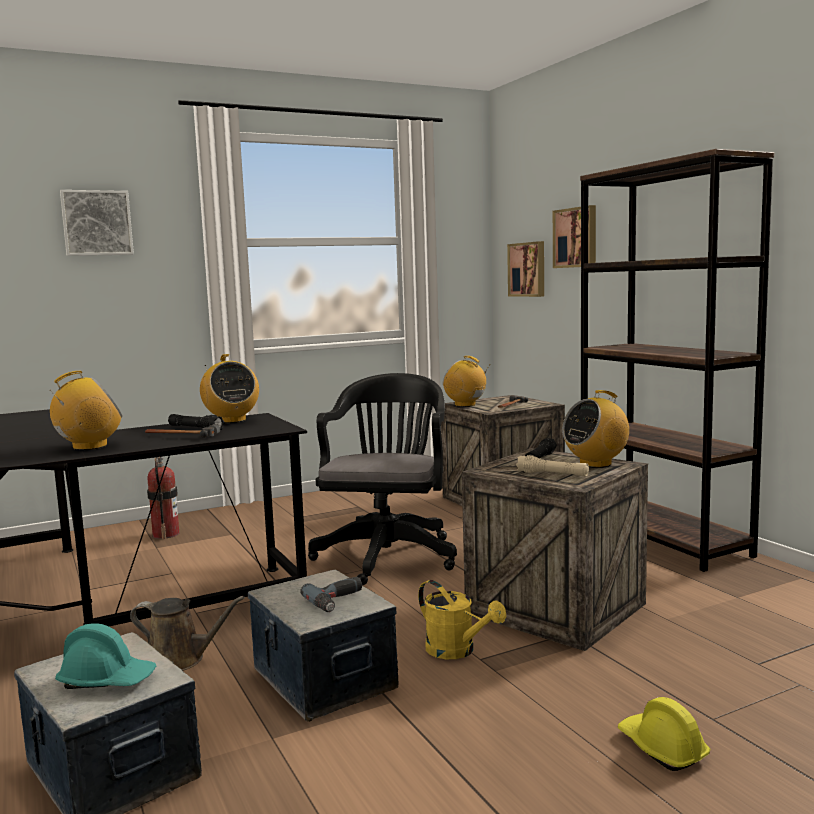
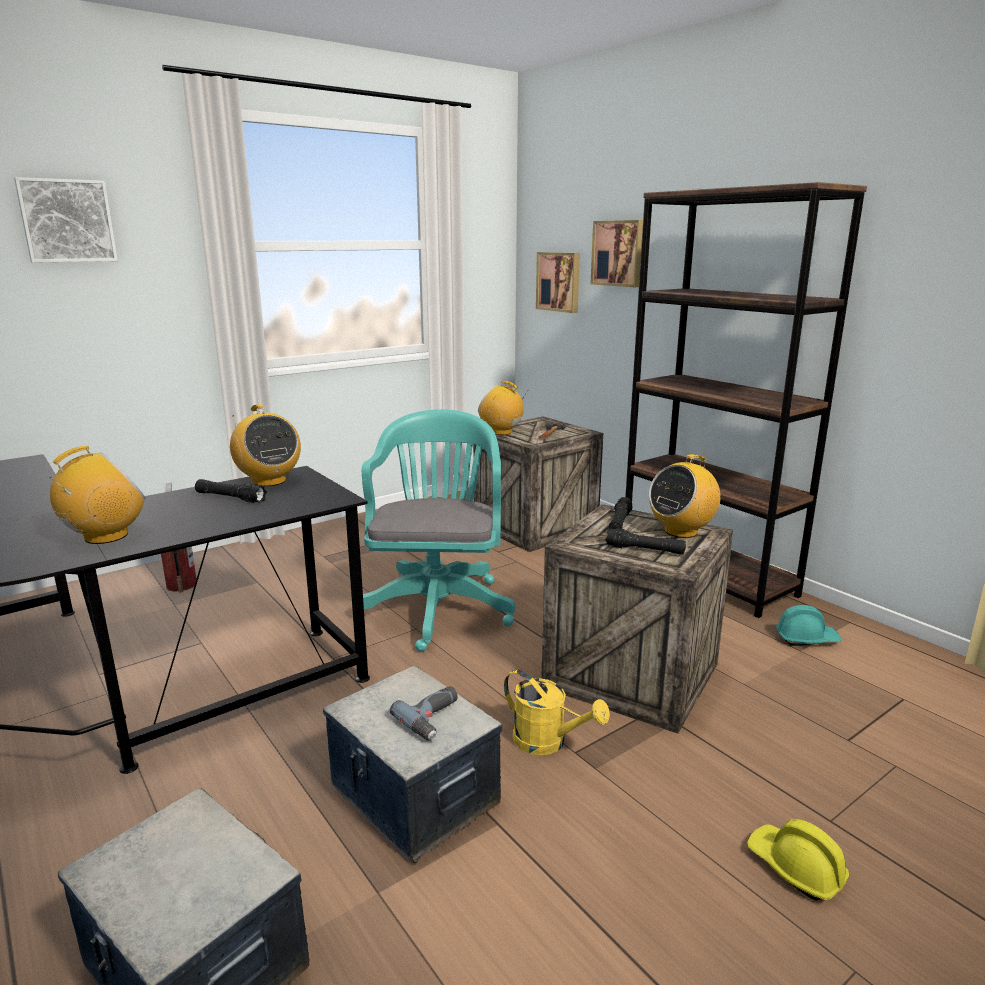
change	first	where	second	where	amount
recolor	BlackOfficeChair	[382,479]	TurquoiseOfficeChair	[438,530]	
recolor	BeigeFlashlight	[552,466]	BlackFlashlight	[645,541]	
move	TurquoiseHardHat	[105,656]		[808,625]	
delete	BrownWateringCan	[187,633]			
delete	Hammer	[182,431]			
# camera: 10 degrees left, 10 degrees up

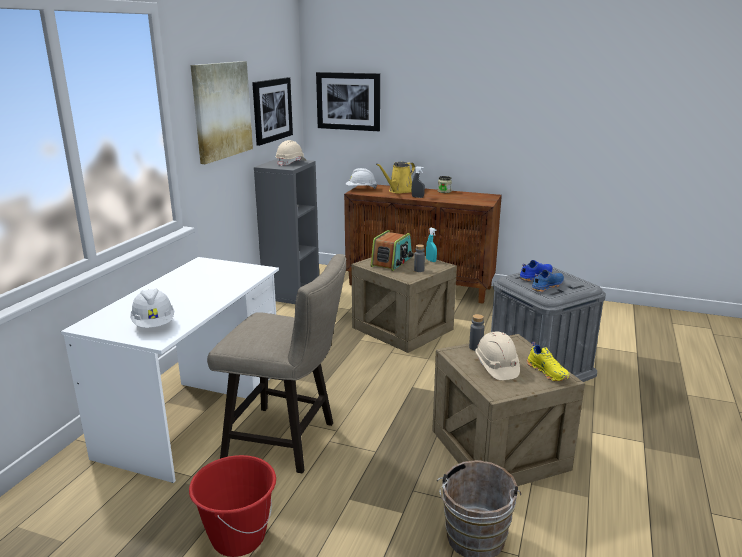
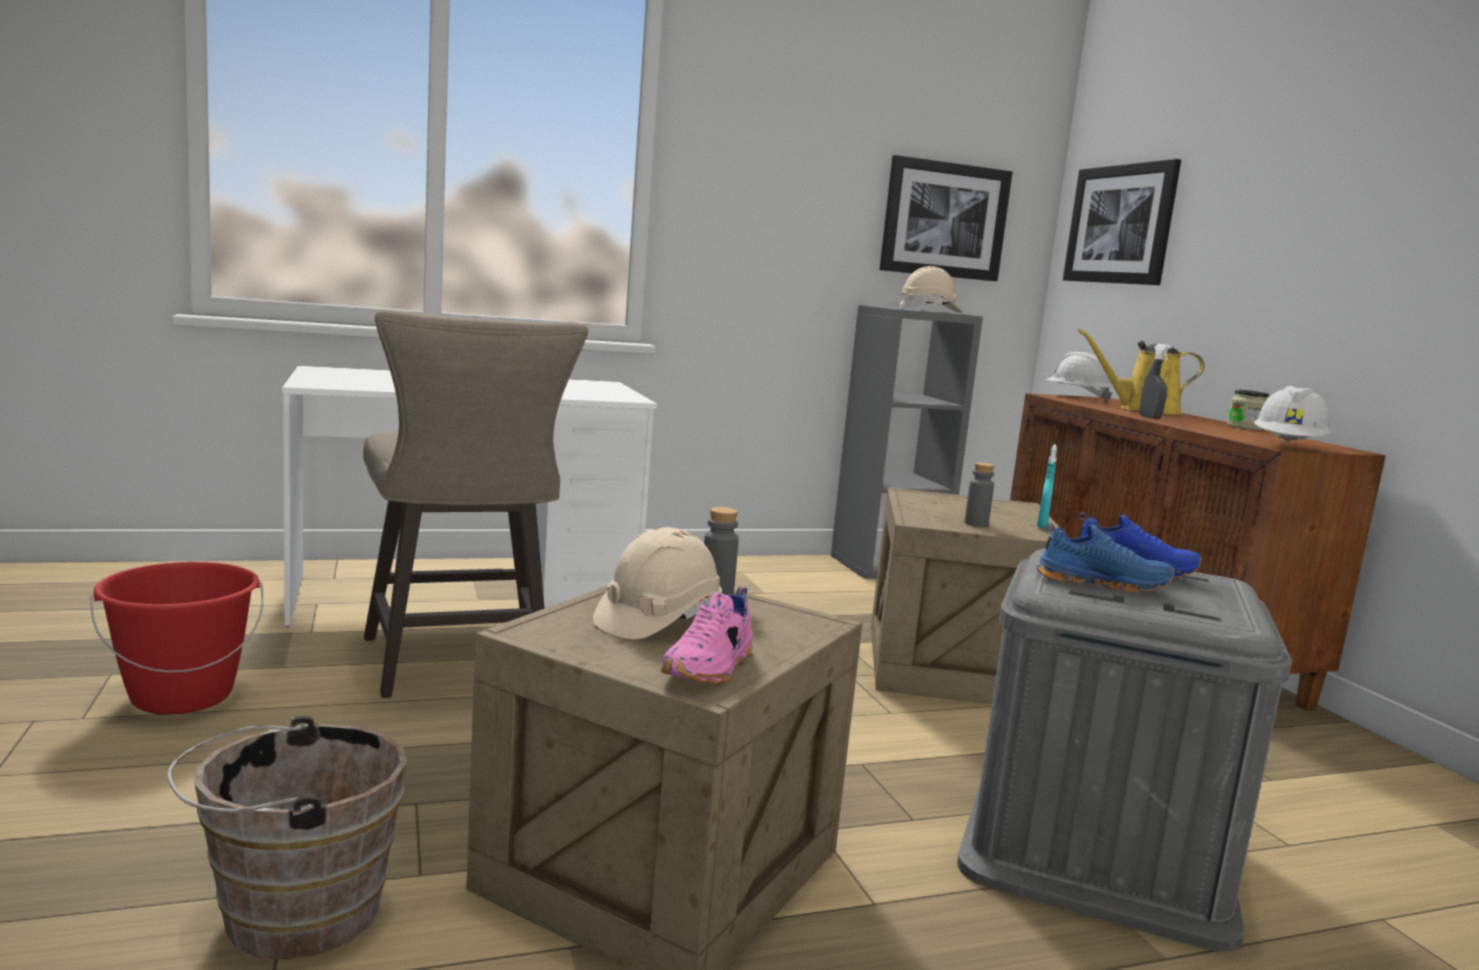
change	first	where	second	where	amount
recolor	YellowShoe	[548,361]	PinkShoe	[707,635]	
move	WhiteHardHat	[152,308]		[1292,414]	
delete	Picture	[221,112]			
delete	Radio	[392,250]			
# camera: 50 degrees right, 10 degrees down

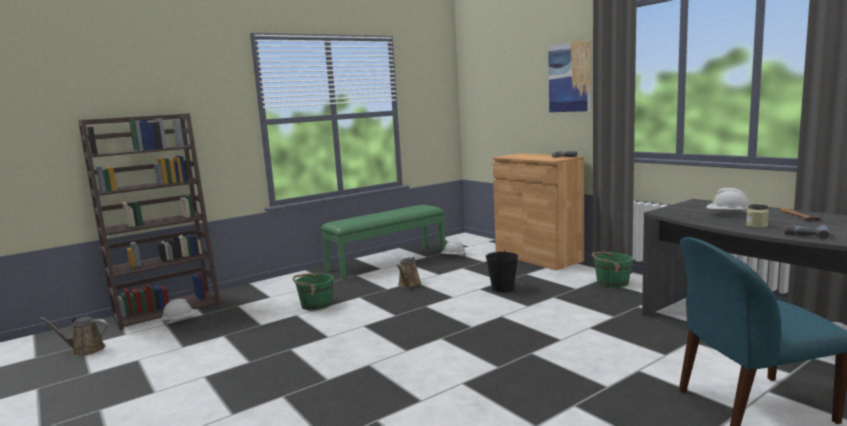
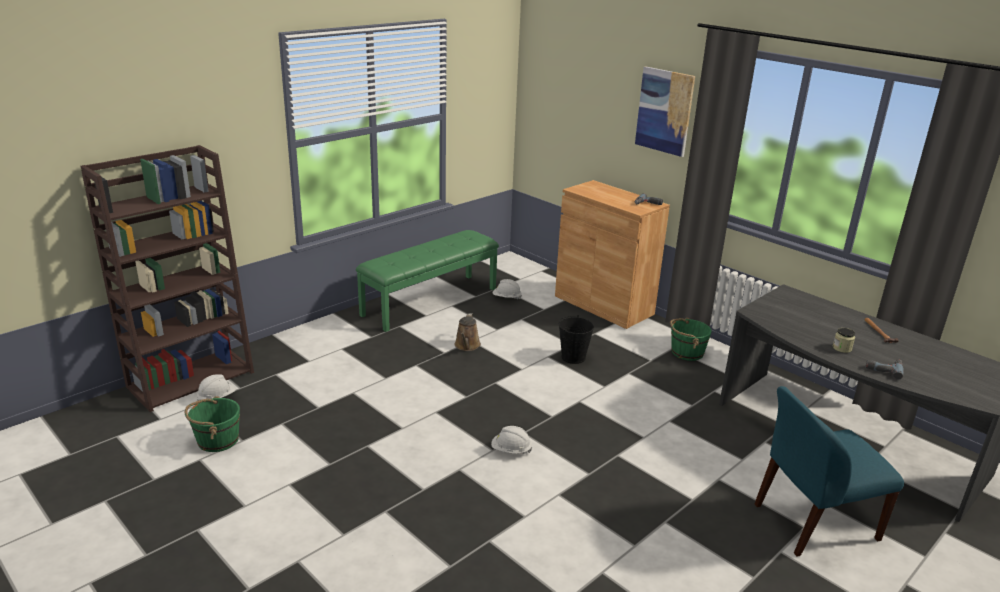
change	first	where	second	where	amount
move	GreenBucket	[313,291]		[212,424]	
move	WhiteHardHat	[728,200]		[511,440]	
delete	BrownWateringCan	[74,336]			
# camera: 10 degrees left, 15 degrees up

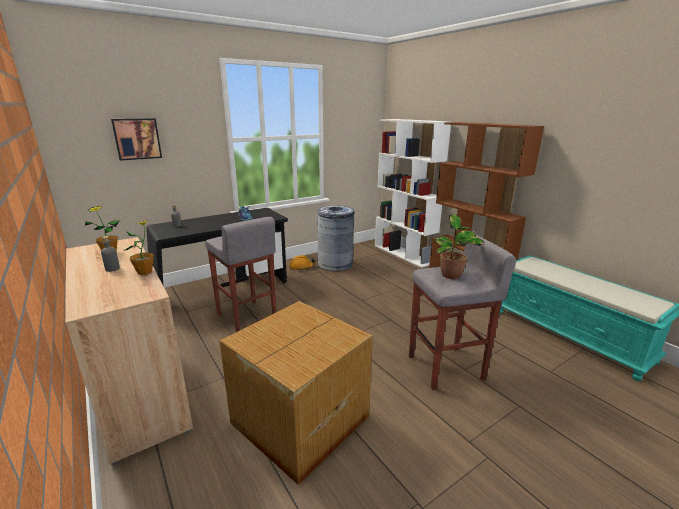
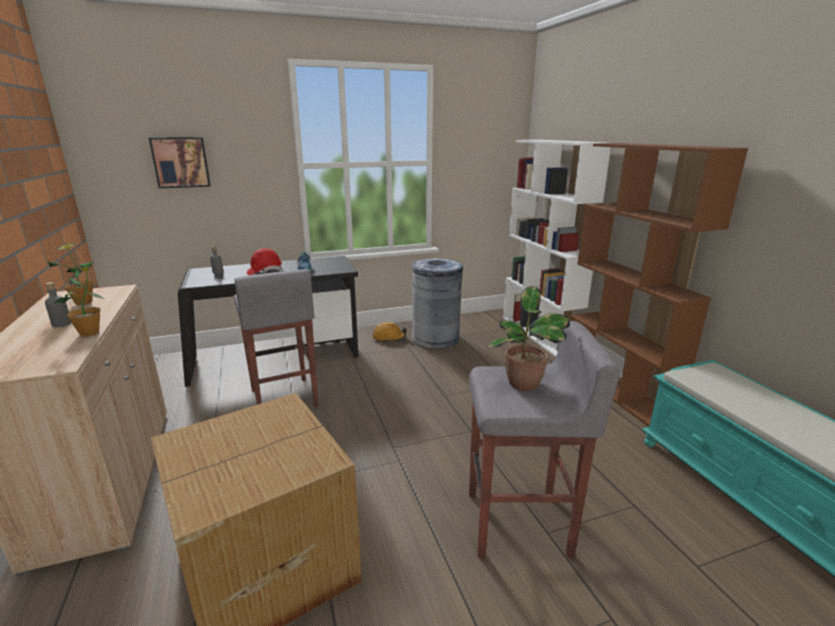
change	first	where	second	where	amount
insert			RedHardHat	[264,261]	
# camera: 15 degrees right, 0 degrees up

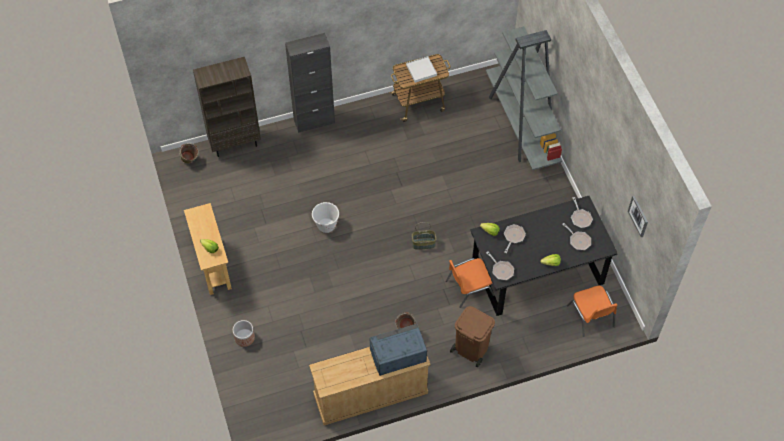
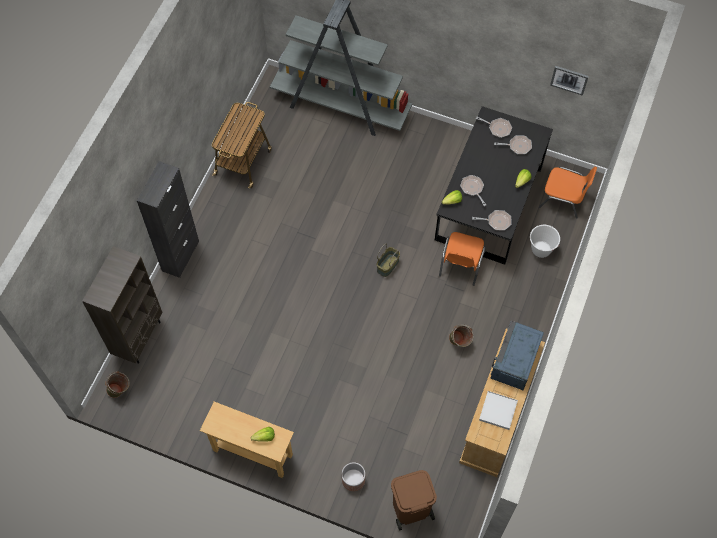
change	first	where	second	where	amount
move	BrownTrashCan	[472,336]		[414,500]	
move	WhiteTray	[421,69]		[498,410]	
move	WhiteBucket	[325,217]		[545,241]	
# camera: 50 degrees left, 5 degrees up

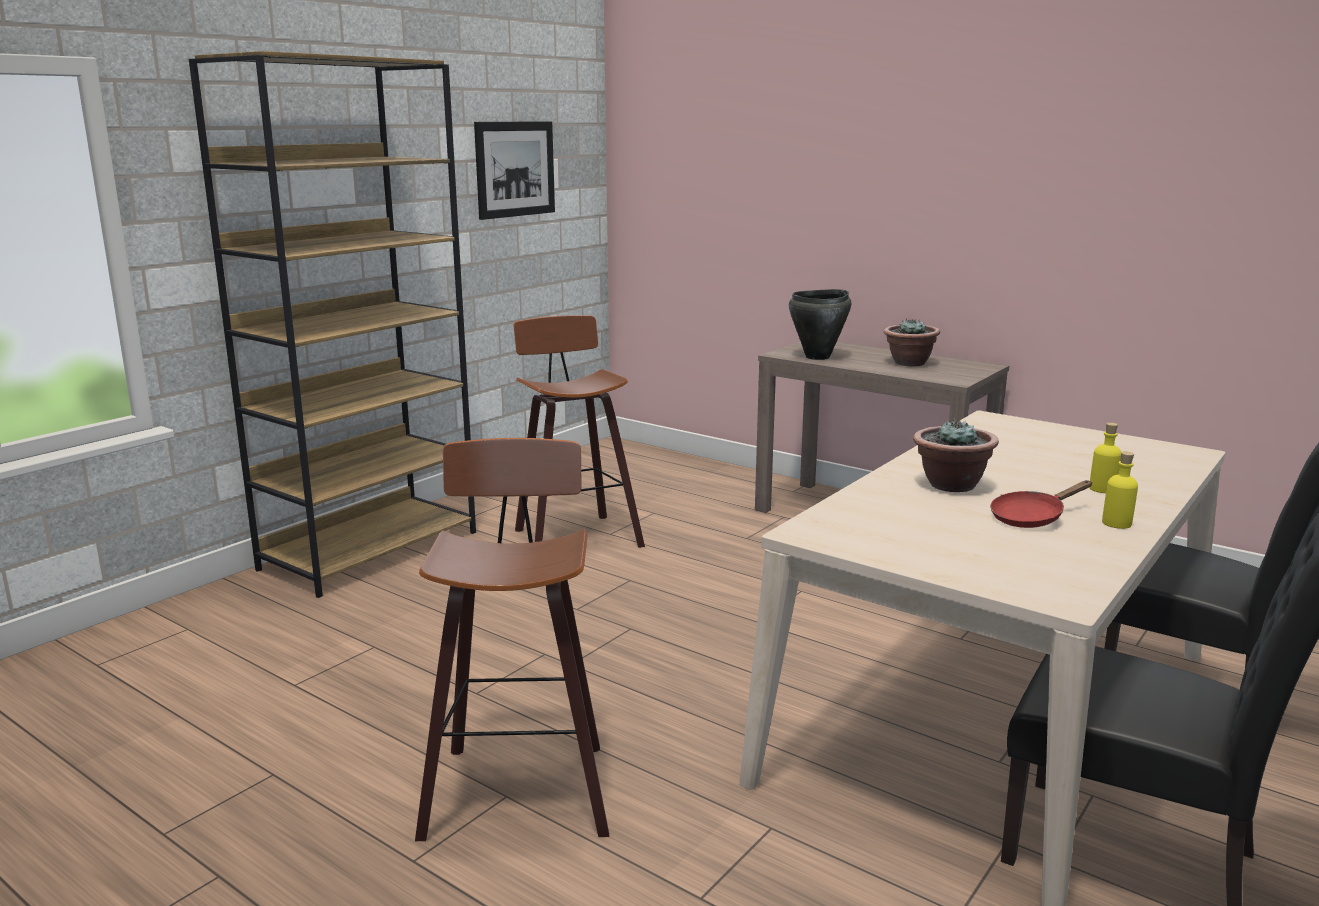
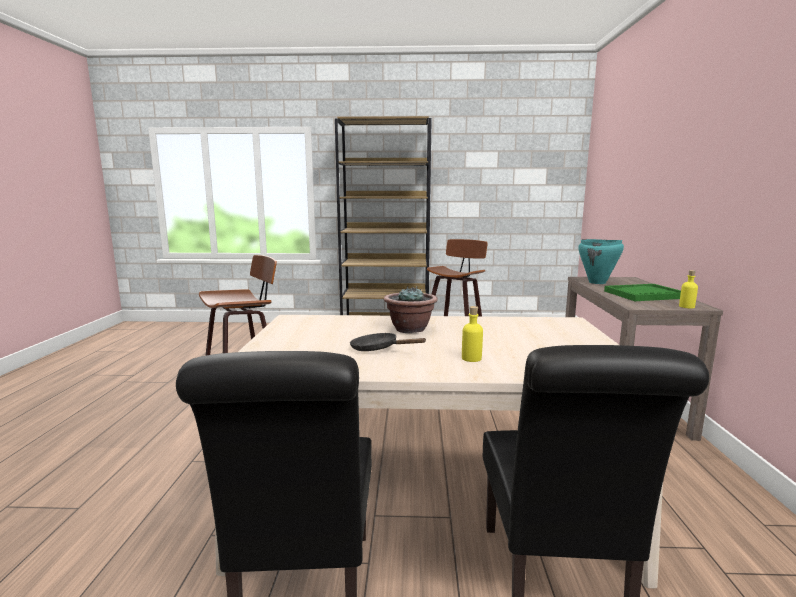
change	first	where	second	where	amount
recolor	RedFryingPan	[1041,504]	BlackFryingPan	[388,342]	
recolor	BlackCookingPot	[820,324]	TurquoiseCookingPot	[601,261]	
replace	PottedPlant	[912,342]	GreenTray	[642,292]	
move	YellowBottle	[1120,490]		[688,289]	
delete	Picture	[514,170]			
# camera: 55 degrees right, 5 degrees down

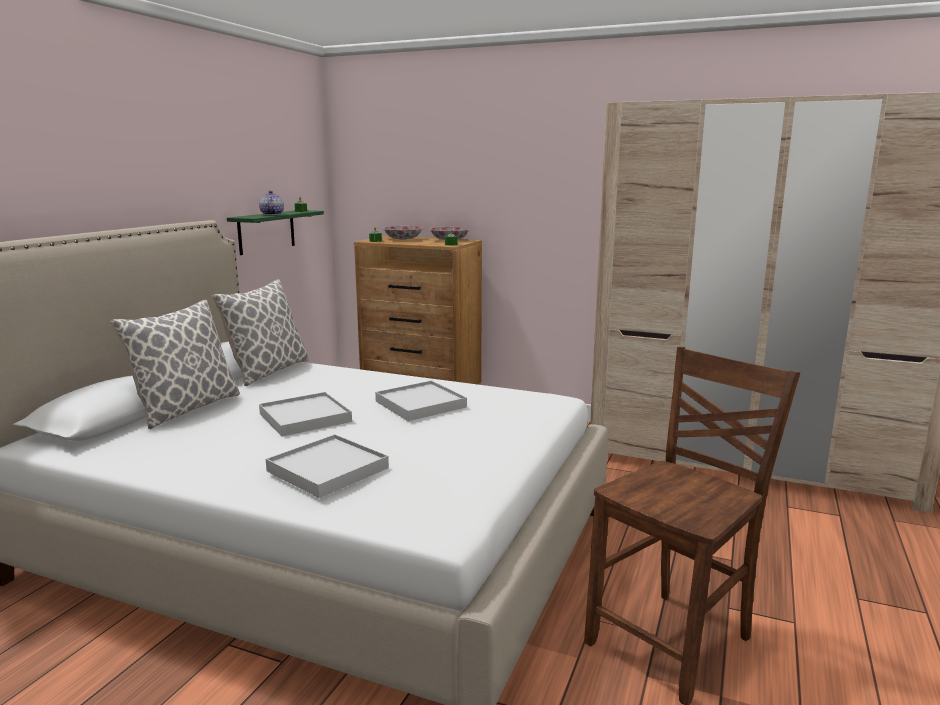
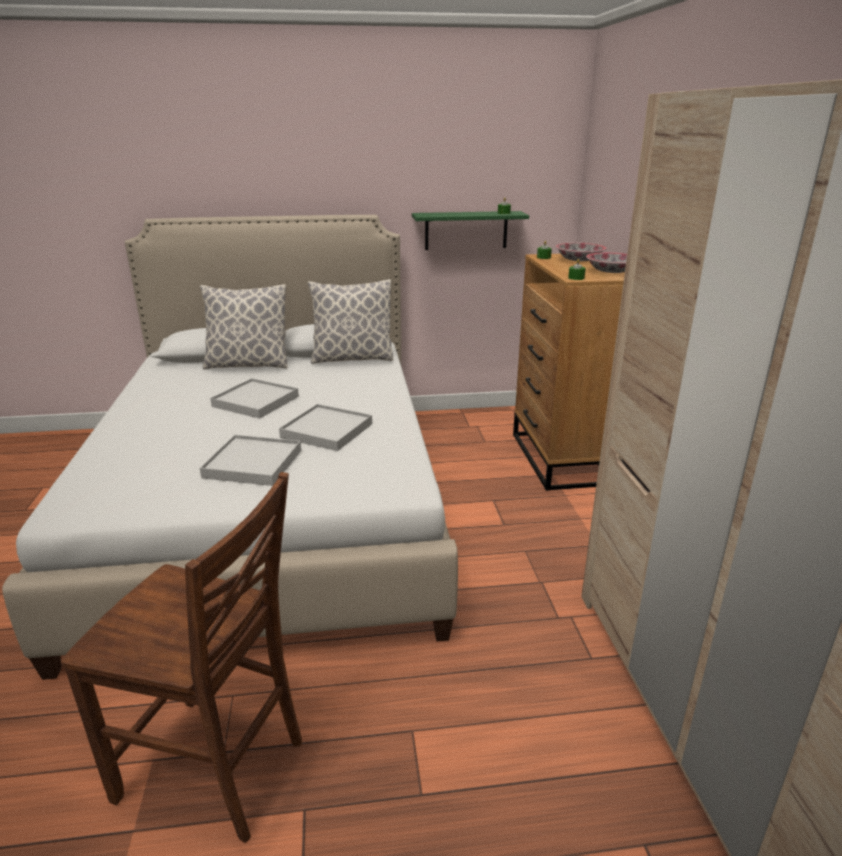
change	first	where	second	where	amount
move	WhiteTray	[327,466]		[250,460]	
delete	Teapot	[271,203]			
# camera: 60 degrees right, 10 degrees up

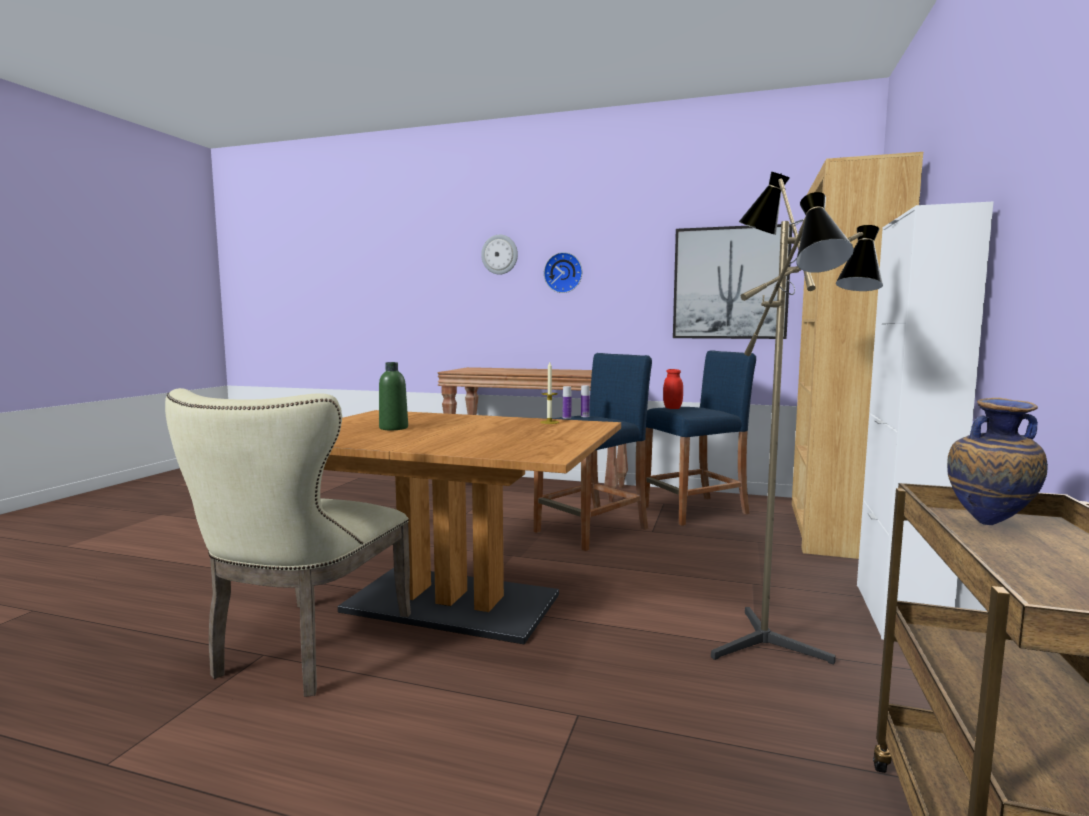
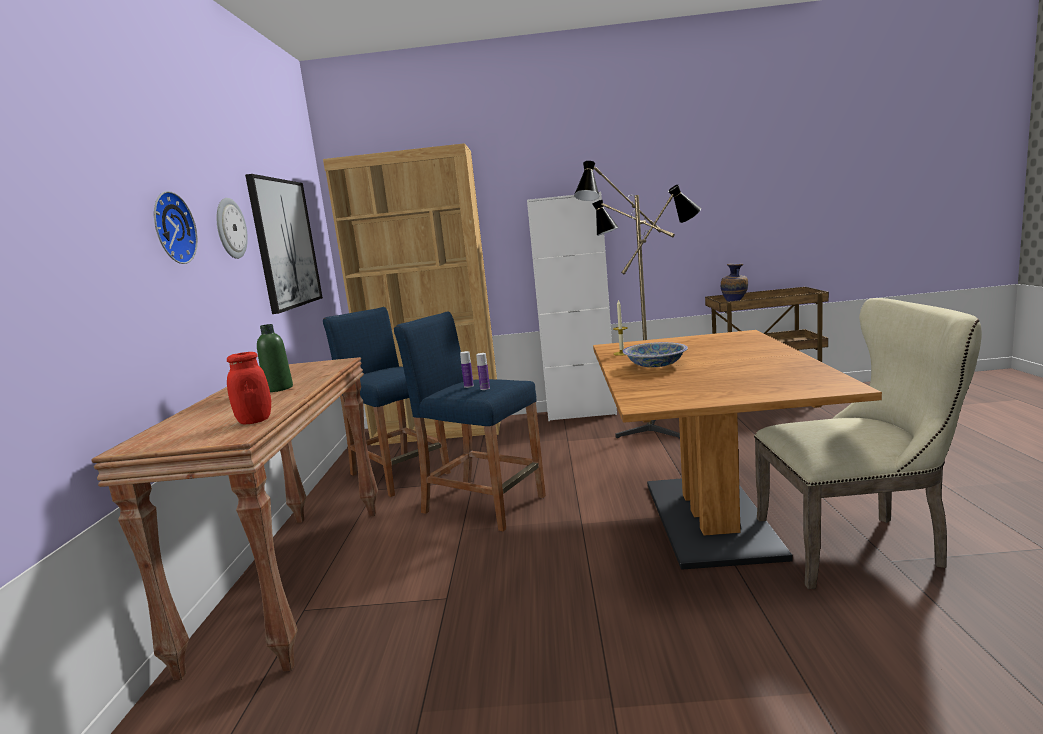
change	first	where	second	where	amount
move	WallClock	[499,255]		[232,228]	
move	RedJar	[673,389]		[249,388]	
move	GreenBottle	[393,396]		[275,358]	
insert			Bowl	[655,354]	
# camera: 105 degrees left, 5 degrees up

